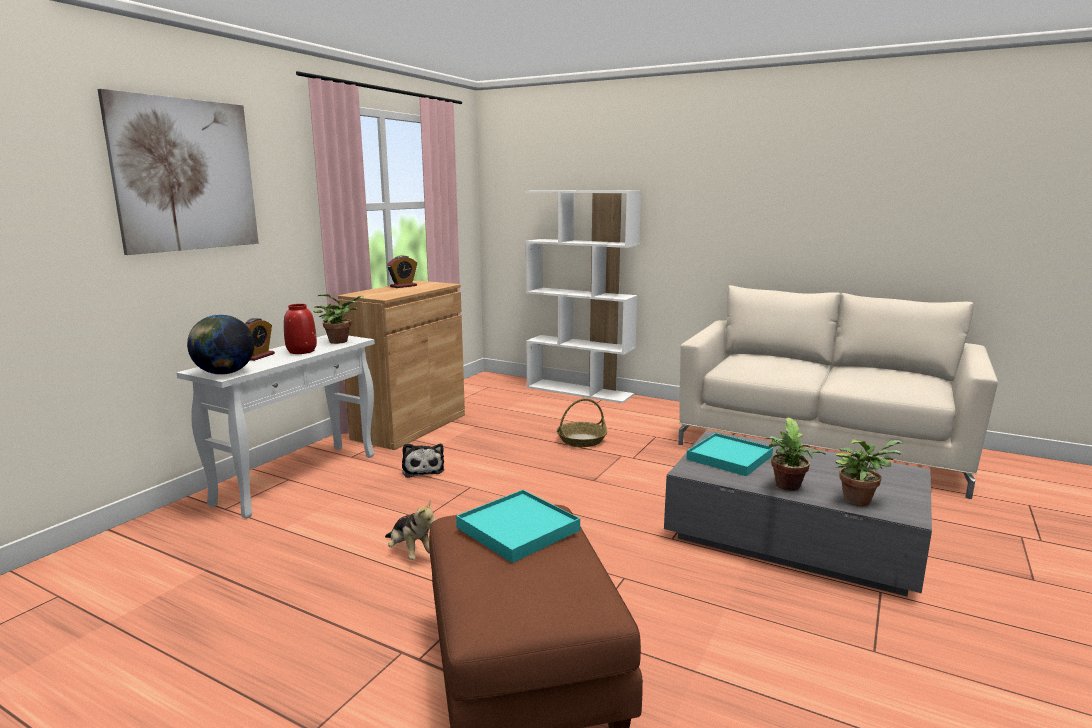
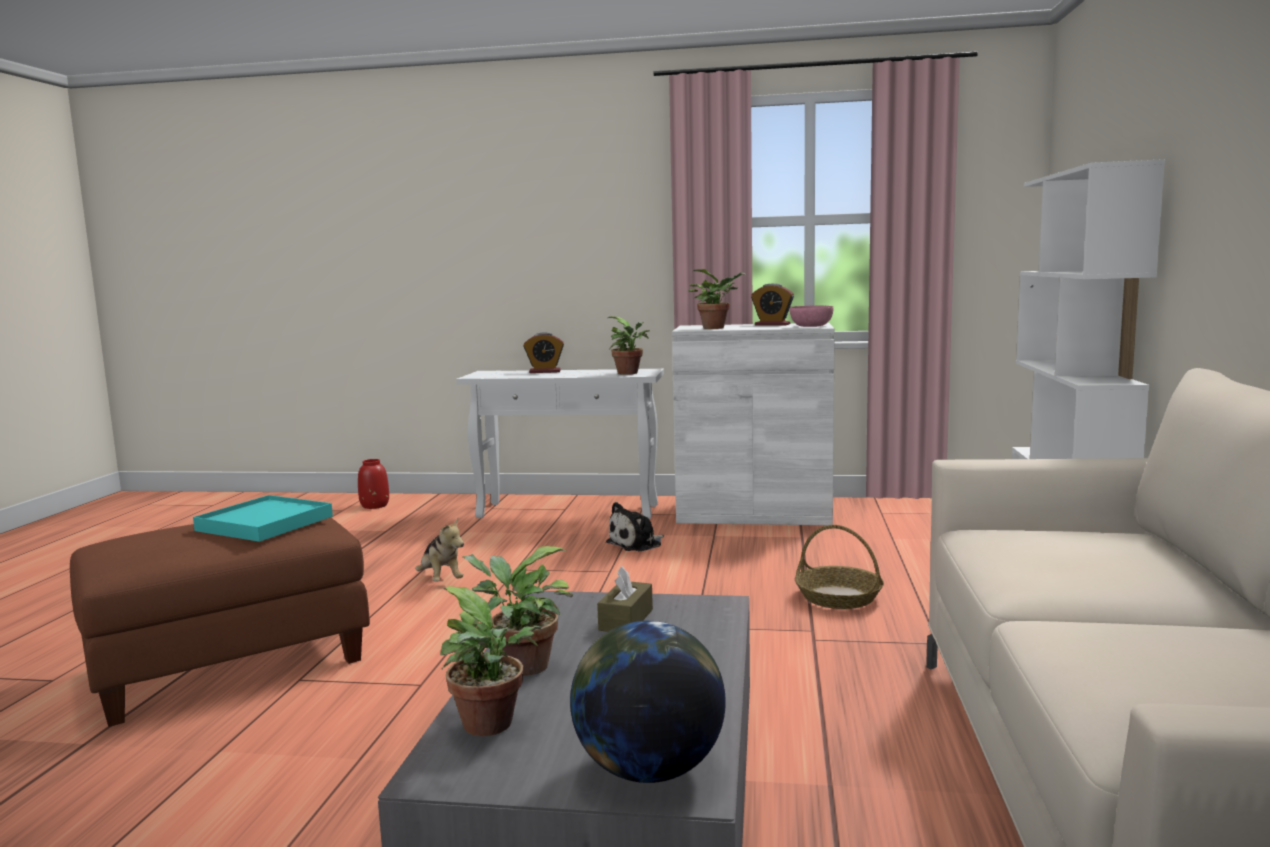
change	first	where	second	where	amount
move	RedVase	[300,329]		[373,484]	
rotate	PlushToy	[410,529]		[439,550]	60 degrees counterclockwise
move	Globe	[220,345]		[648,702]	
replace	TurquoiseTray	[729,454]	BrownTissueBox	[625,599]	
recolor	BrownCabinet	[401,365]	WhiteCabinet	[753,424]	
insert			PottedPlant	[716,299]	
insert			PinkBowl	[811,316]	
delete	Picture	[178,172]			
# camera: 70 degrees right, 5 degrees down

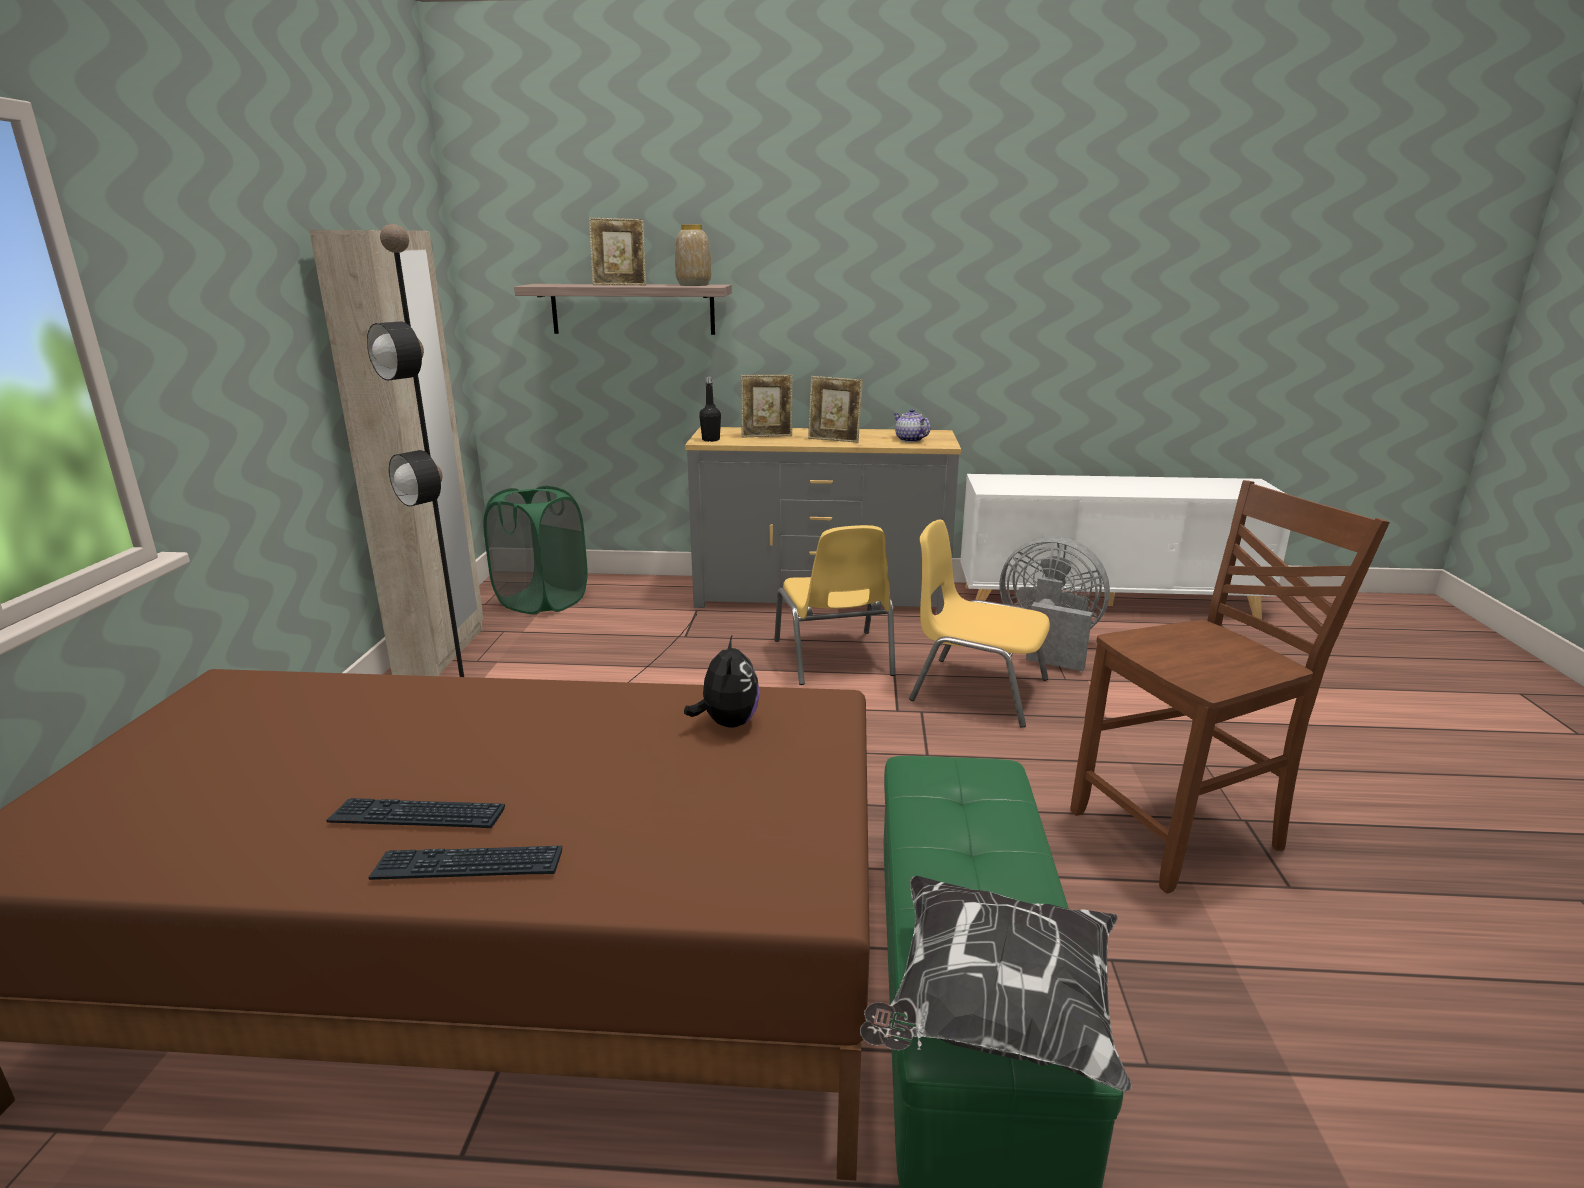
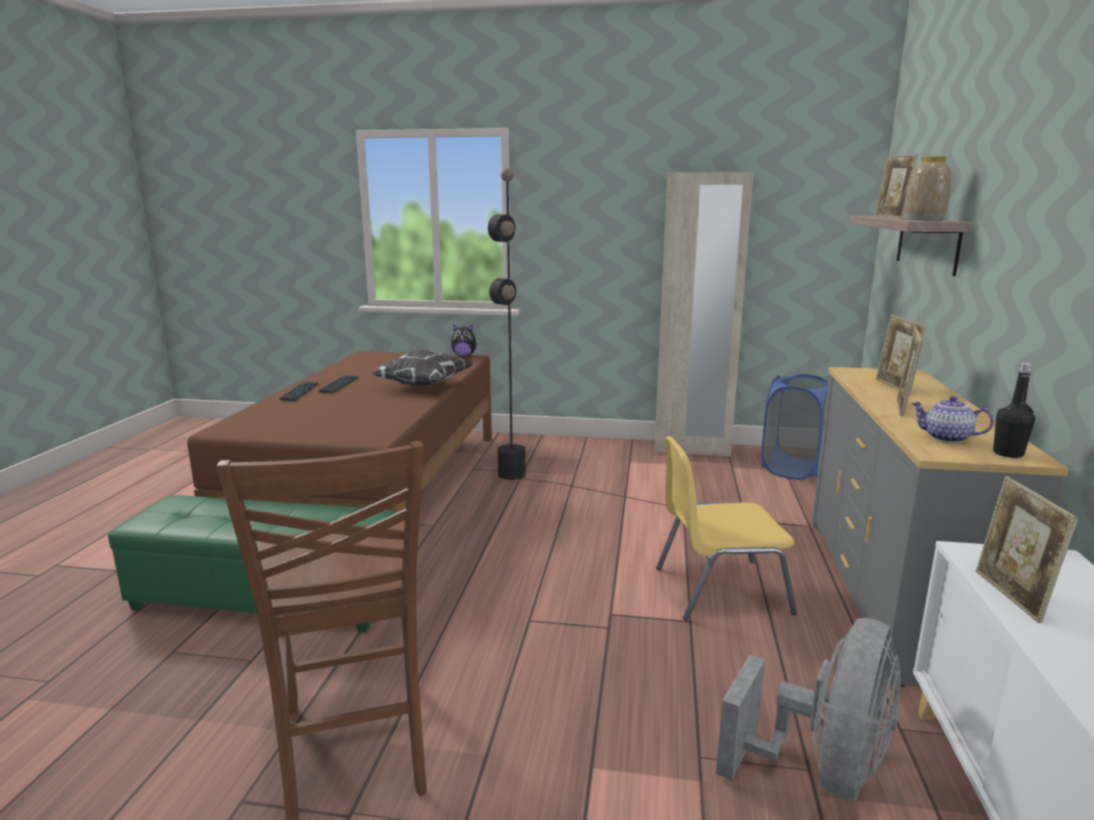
change	first	where	second	where	amount
move	Pillow	[996,984]		[422,367]	
move	PlushToy	[722,681]		[465,340]	
recolor	GreenLaundryBasket	[535,549]	BlueLaundryBasket	[794,427]	
rotate	Teapot	[912,425]		[952,419]	120 degrees counterclockwise
insert			PictureFrame	[1027,549]	
move	BlackBottle	[710,409]		[1014,410]	
delete	YellowChair	[979,623]			
# camera: 95 degrees right, 5 degrees down

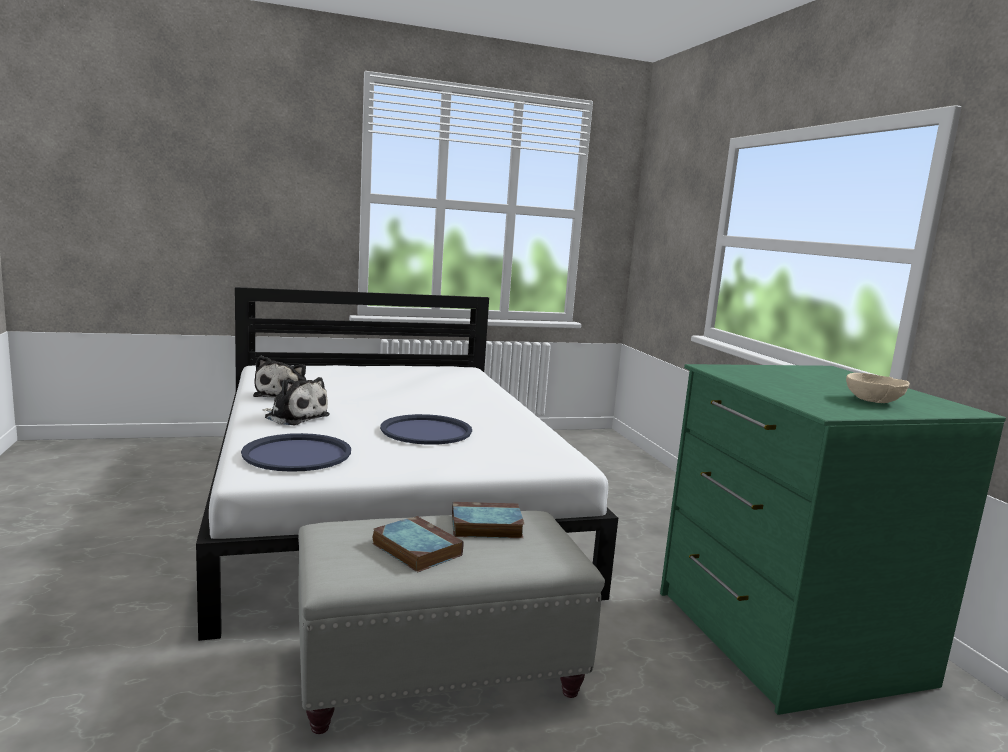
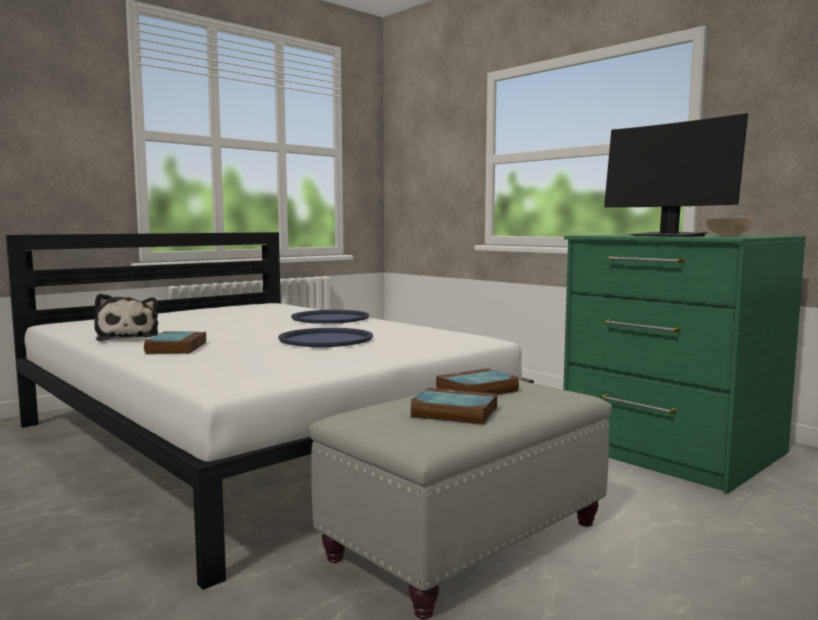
change	first	where	second	where	amount
replace	PlushToy	[296,401]	Book	[175,343]	
move	BlueTray	[296,452]		[330,317]	
insert			Monitor	[676,175]	
# camera: 25 degrees left, 5 degrees down

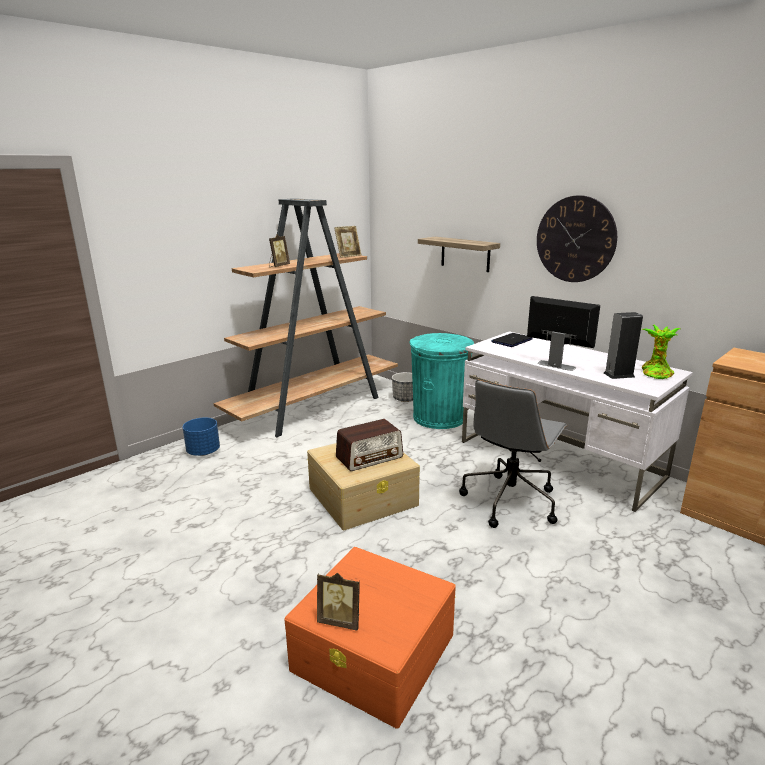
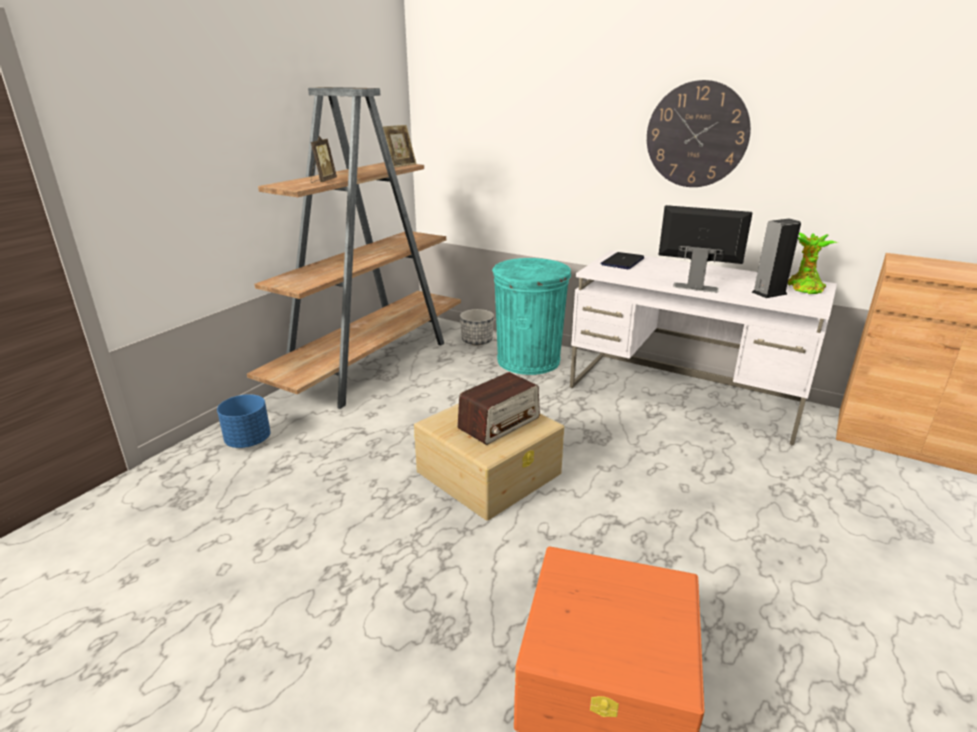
change	first	where	second	where	amount
delete	PictureFrame	[338,602]			
delete	Shelf	[459,254]			
delete	GreyOfficeChair	[513,454]			
# camera: 15 degrees left, 5 degrees up

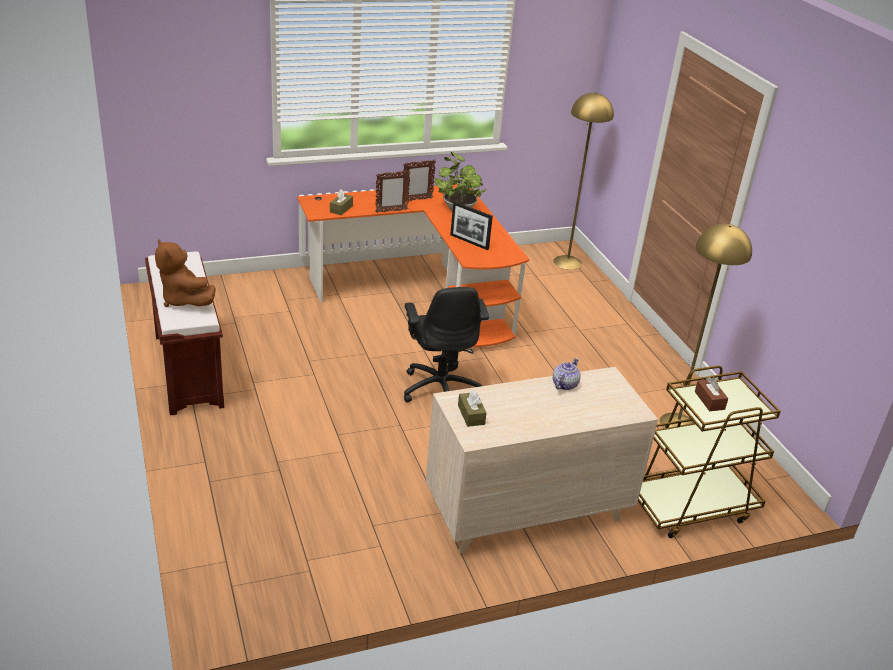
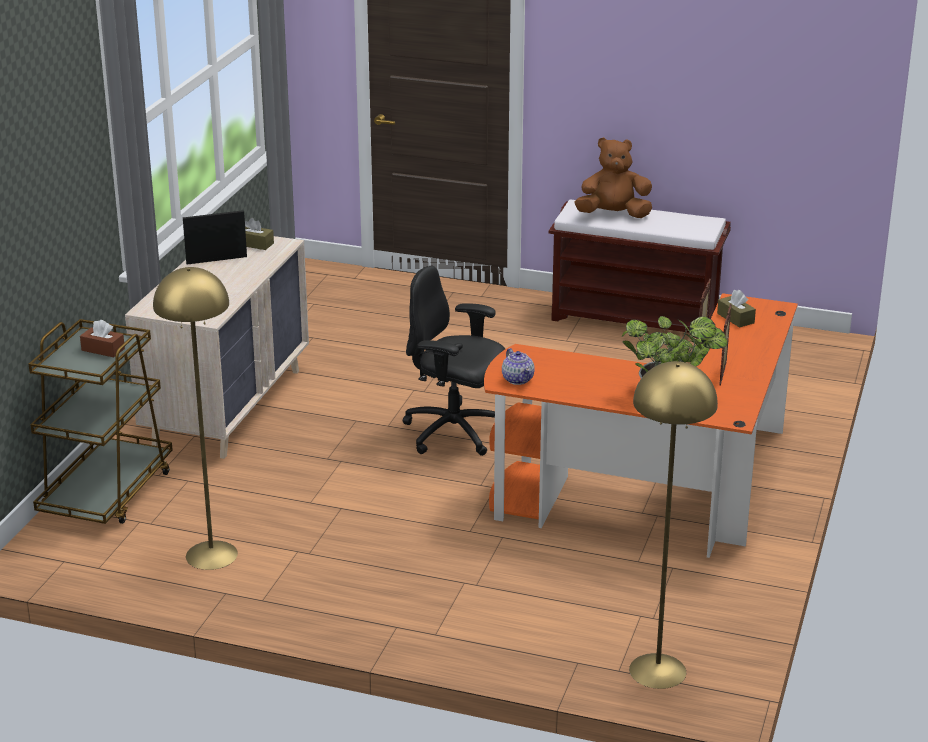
change	first	where	second	where	amount
move	PictureFrame	[471,225]		[215,237]	
move	Teapot	[566,374]		[518,366]	
# camera: 130 degrees right, 5 degrees down

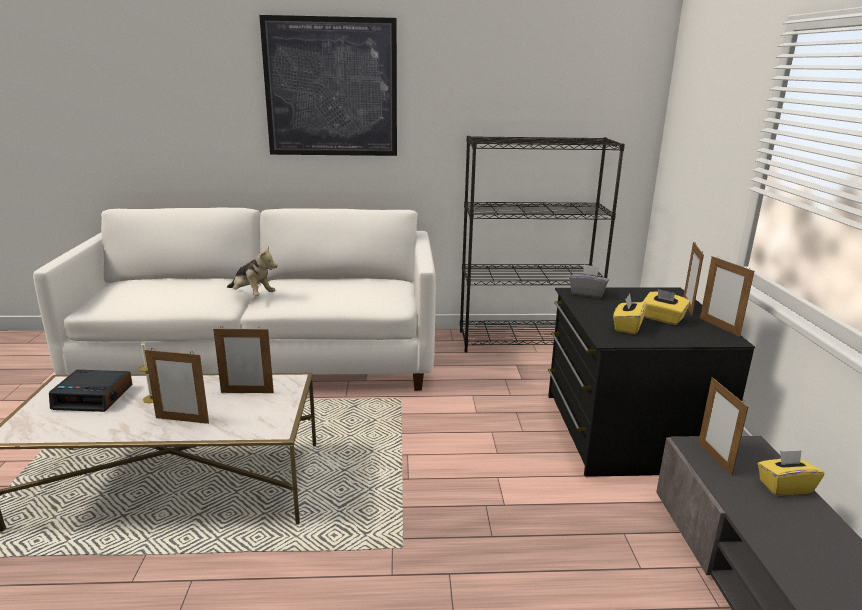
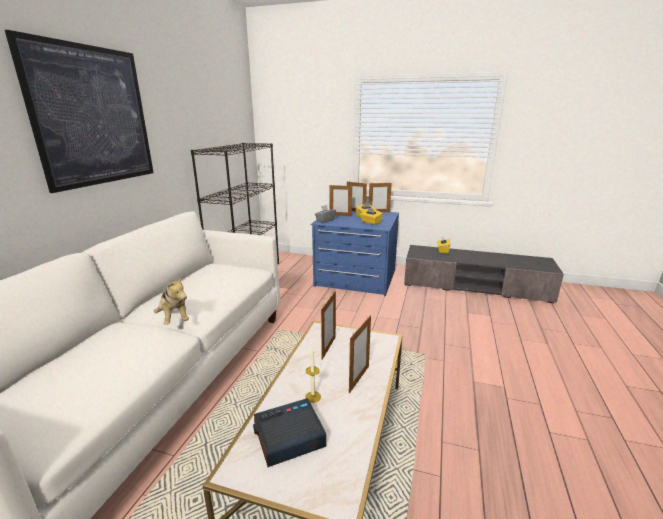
change	first	where	second	where	amount
rotate	PlushToy	[252,271]		[171,300]	90 degrees clockwise
rotate	AlarmClock	[90,391]		[289,432]	135 degrees counterclockwise
recolor	BlackDresser	[651,382]	BlueDresser	[355,253]	
move	PictureFrame	[723,426]		[340,200]	
# camera: 70 degrees left, 0 degrees up

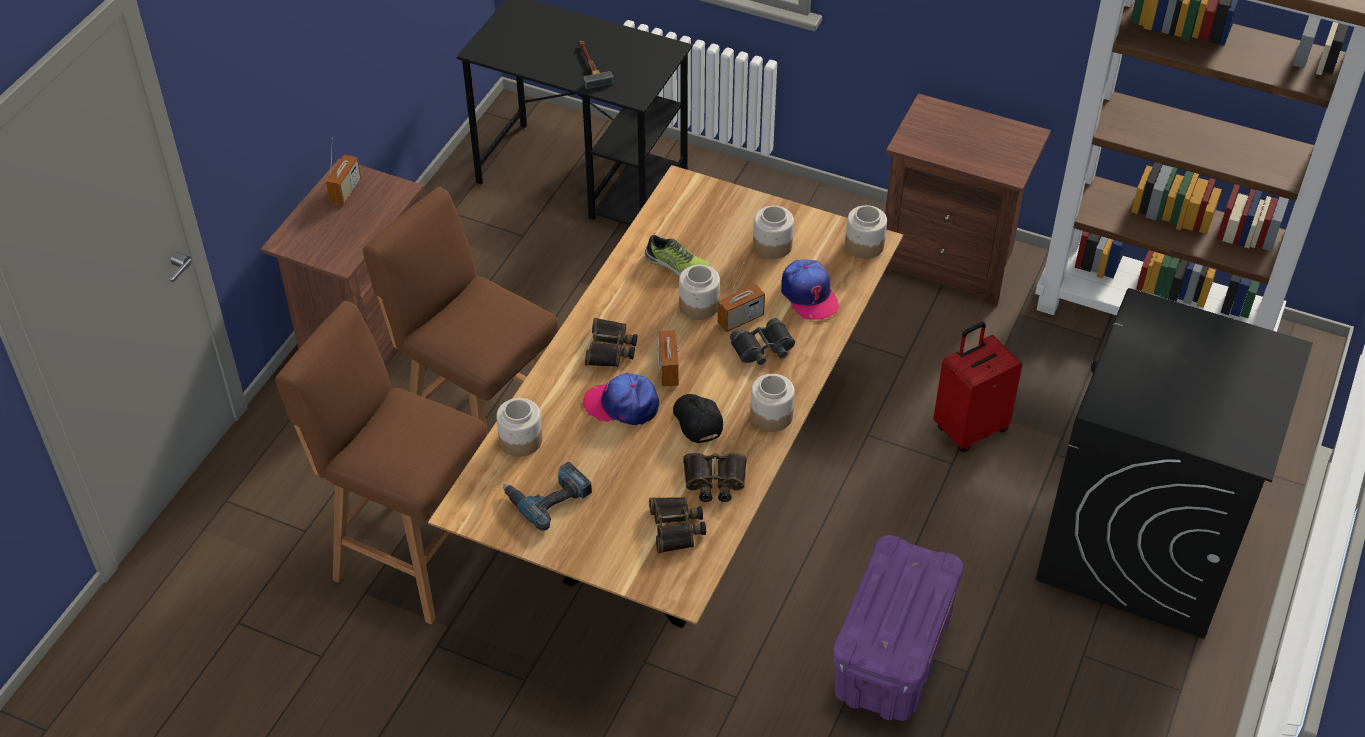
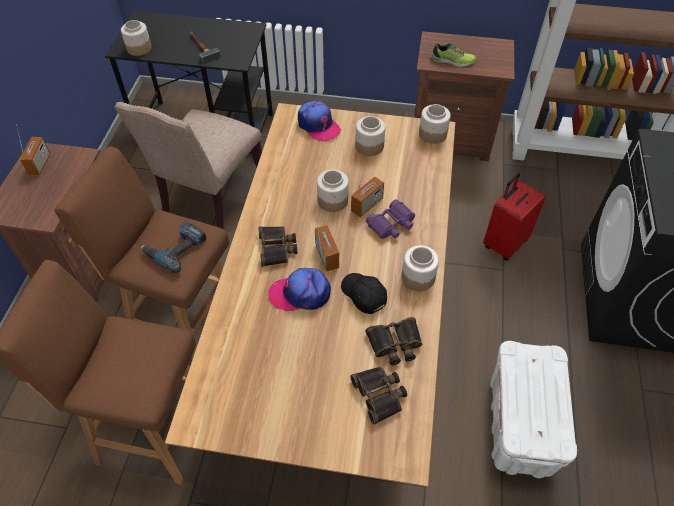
change	first	where	second	where	amount
insert			BeigeChair	[188,165]	
move	Jar	[519,427]		[136,38]	
move	PowerDrill	[547,496]		[173,247]	
move	Cap	[810,289]		[319,121]	
recolor	BlackBinoculars	[762,341]	PurpleBinoculars	[390,219]	
move	Shoe	[678,255]		[453,55]	
recolor	PurpleStorageBox	[898,628]	WhiteStorageBox	[533,409]	
# camera: 15 degrees left, 5 degrees up

